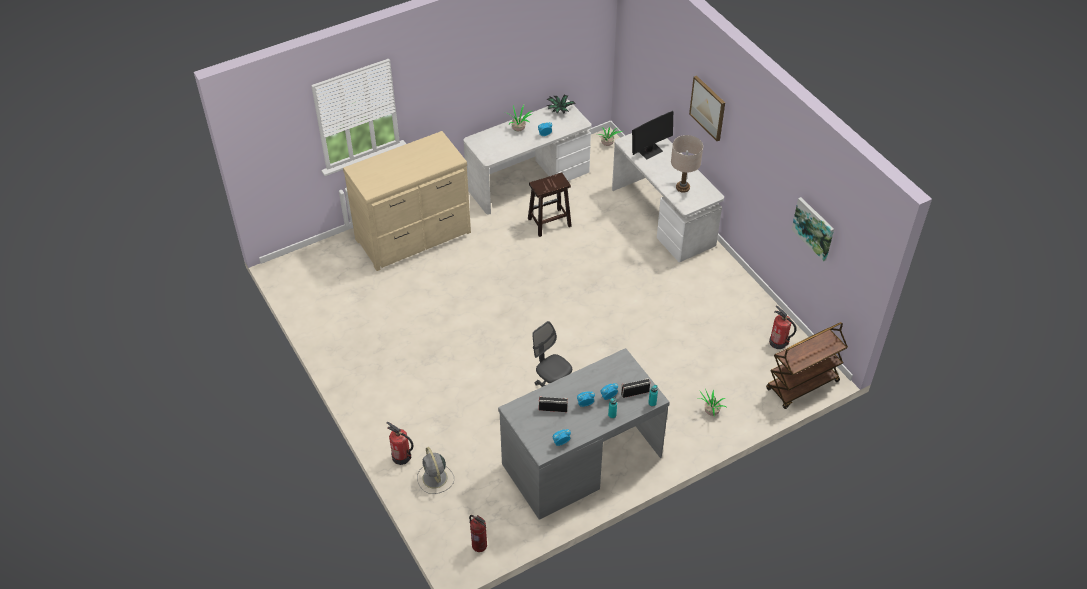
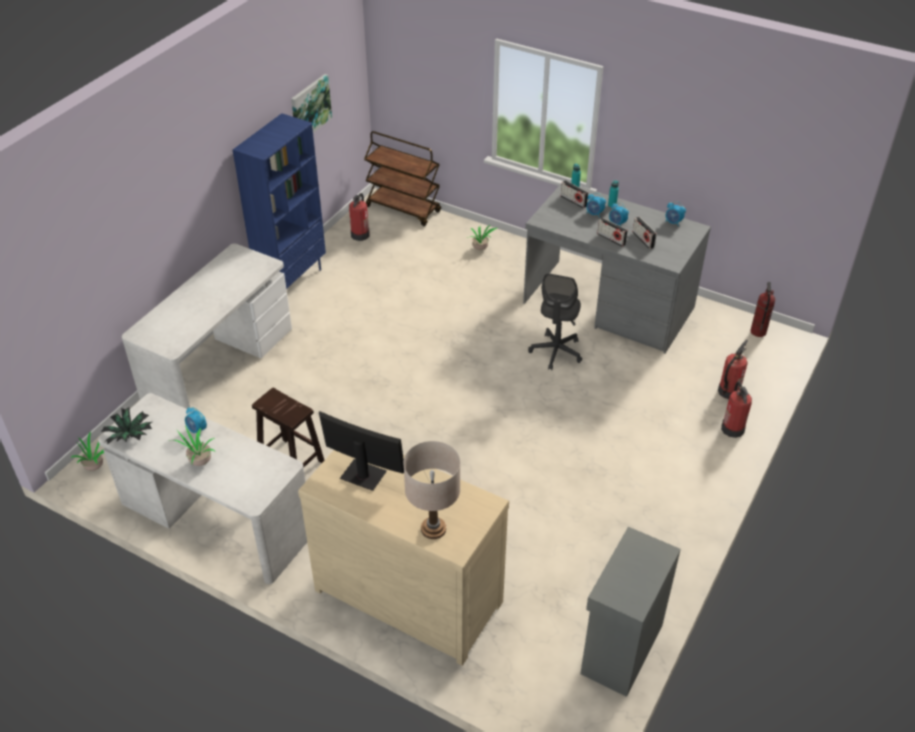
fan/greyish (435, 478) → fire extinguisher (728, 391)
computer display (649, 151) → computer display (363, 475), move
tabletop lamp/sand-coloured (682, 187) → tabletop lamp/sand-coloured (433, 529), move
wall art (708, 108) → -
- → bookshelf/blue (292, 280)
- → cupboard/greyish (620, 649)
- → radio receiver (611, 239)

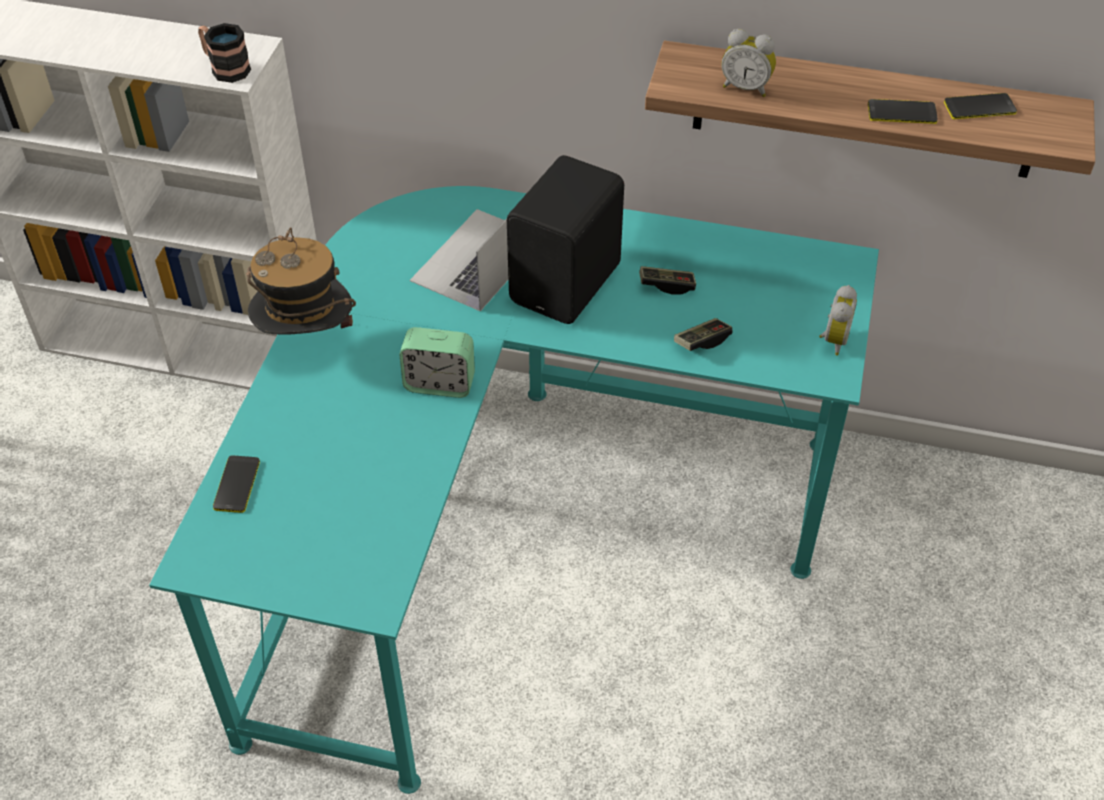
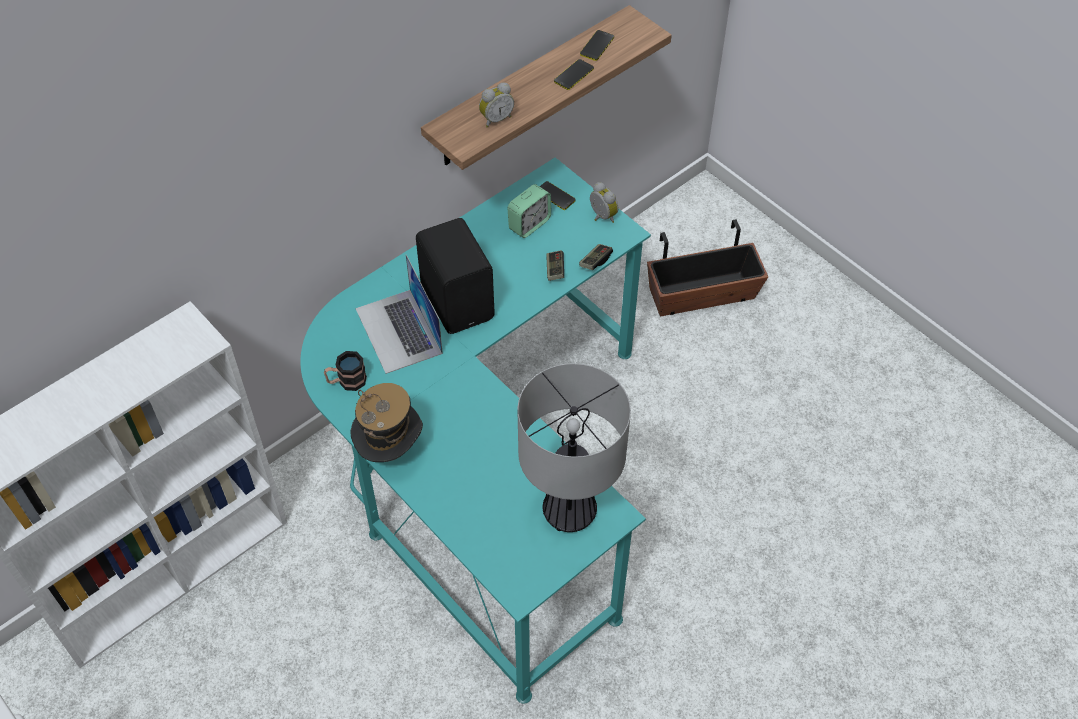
tea mug (225, 68) → tea mug (346, 381), move
handset (237, 484) → handset (555, 196), move
bedside clock (439, 383) → bedside clock (529, 224), move
game controller (667, 285) → game controller (595, 261), move
- → tabletop lamp (569, 513)
- → planter (702, 295)

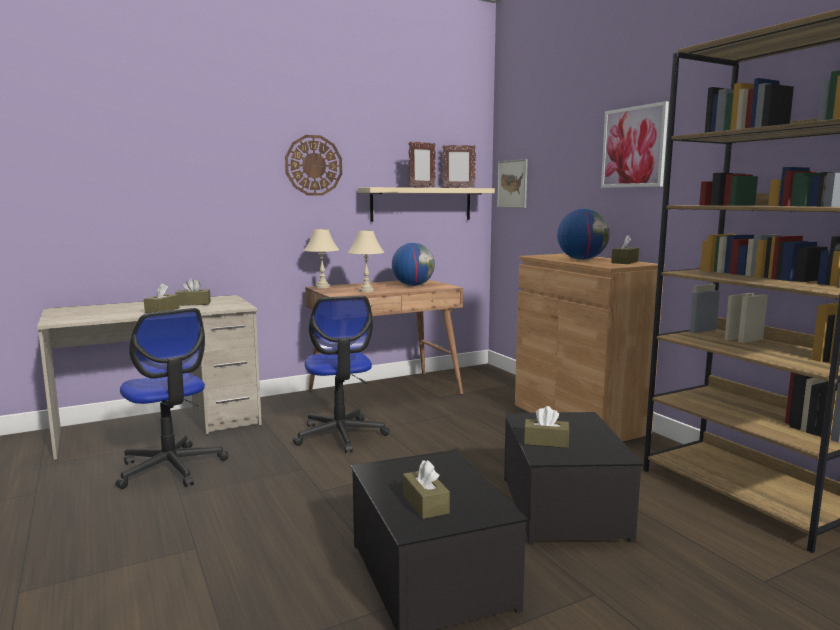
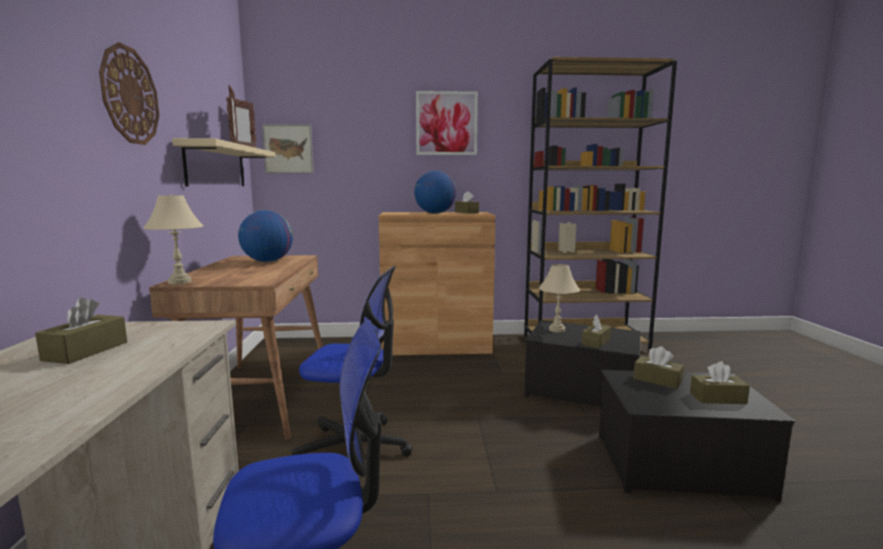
box of tissues/brown (162, 310) → box of tissues/brown (657, 380), move
tabletop lamp/sand-coloured (367, 291) → tabletop lamp/sand-coloured (557, 330), move

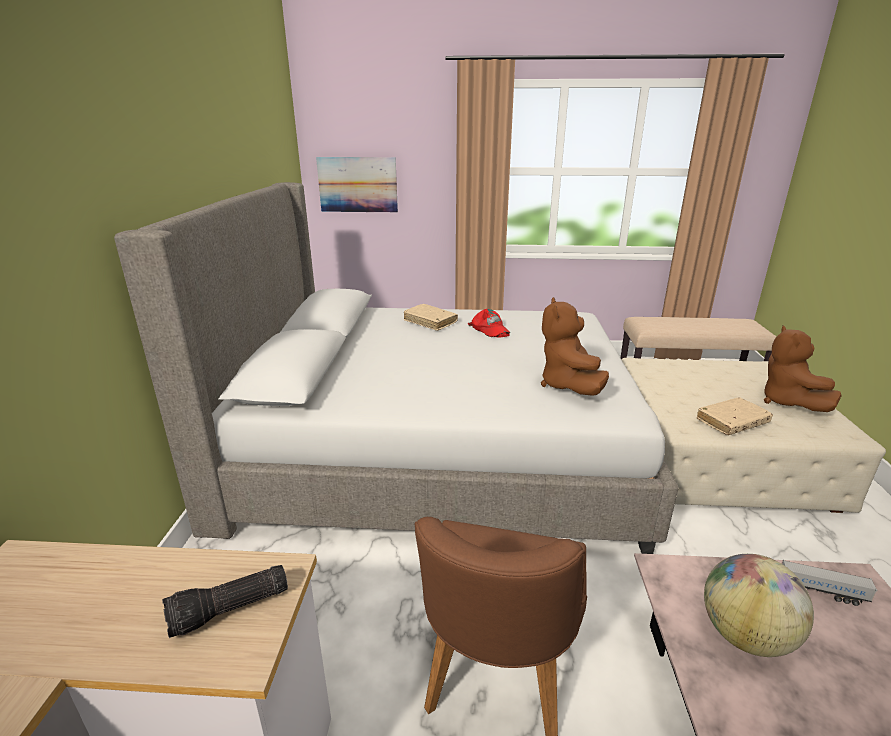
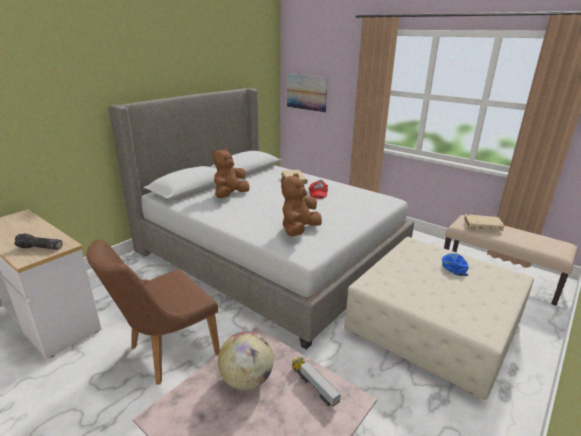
book/sand-coloured (732, 422) → book/sand-coloured (482, 226), move
plush toy/brown (787, 402) → plush toy/brown (230, 195), move
- → cap/blue (454, 266)

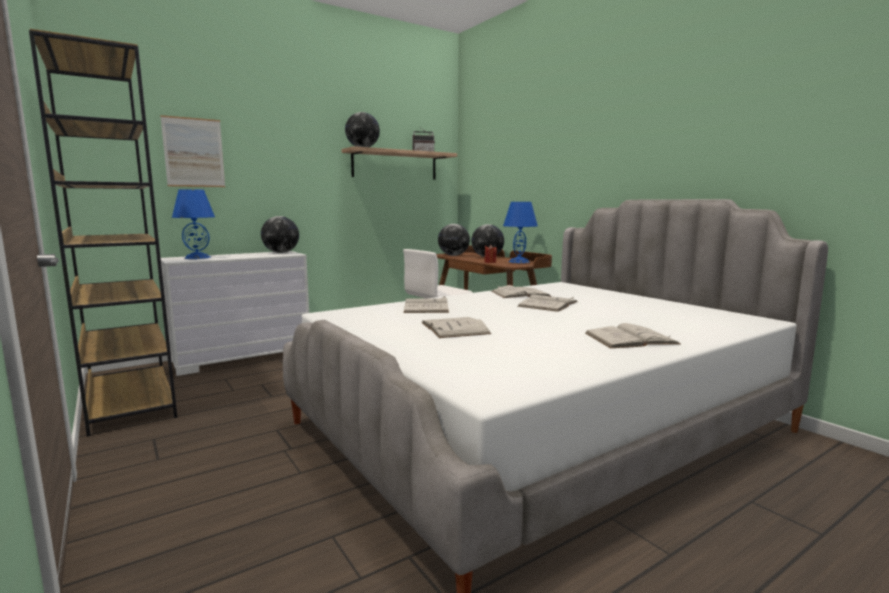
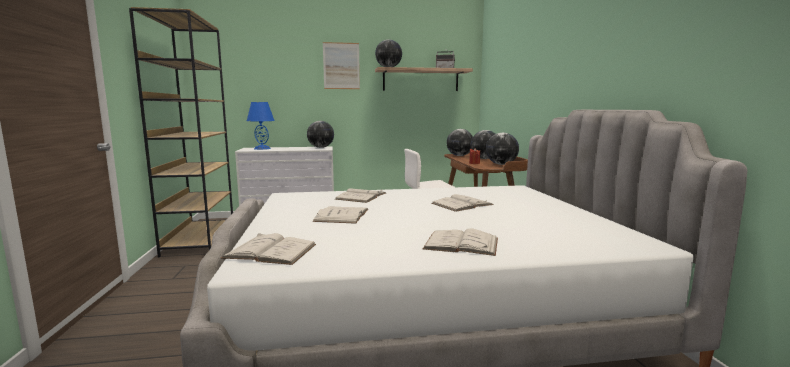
wall art (194, 152) → wall art (341, 66), move
book/white (520, 294) → book/white (270, 251), move
tabletop lamp/blue (519, 262) → globe (501, 164)

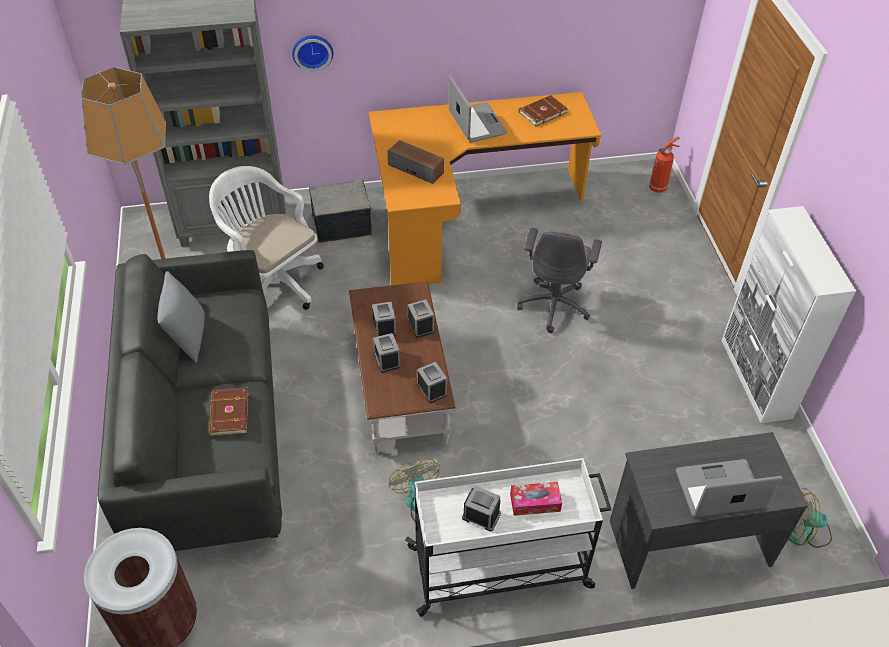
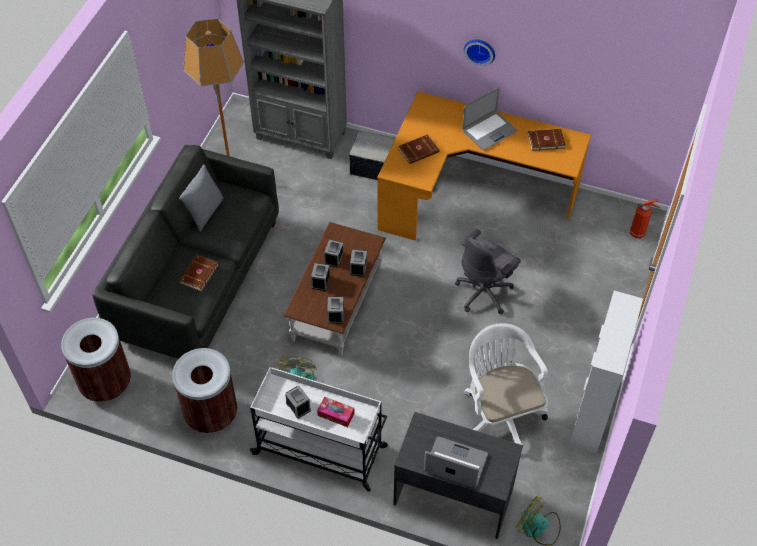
desk chair/white (272, 280) → desk chair/white (500, 412), move
clock on the wall (312, 51) → clock on the wall (480, 50), move
speaker (416, 168) → book/brown (419, 151)
laptop (476, 123) → laptop (489, 131), 45 degrees clockwise
- → trash can/brown (211, 414)

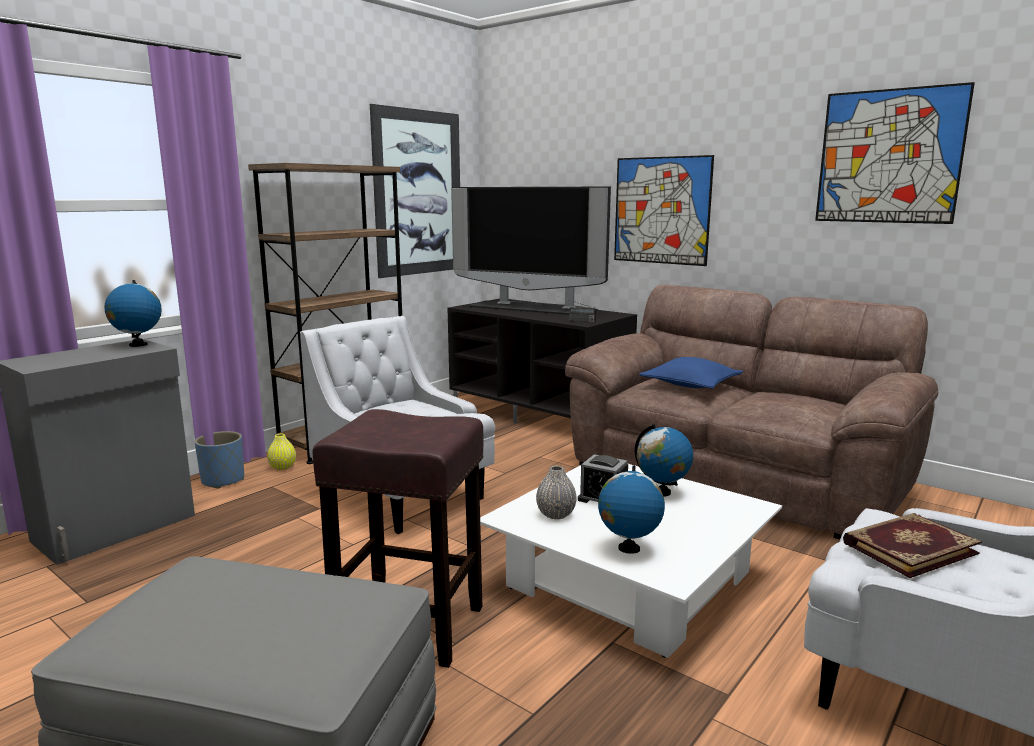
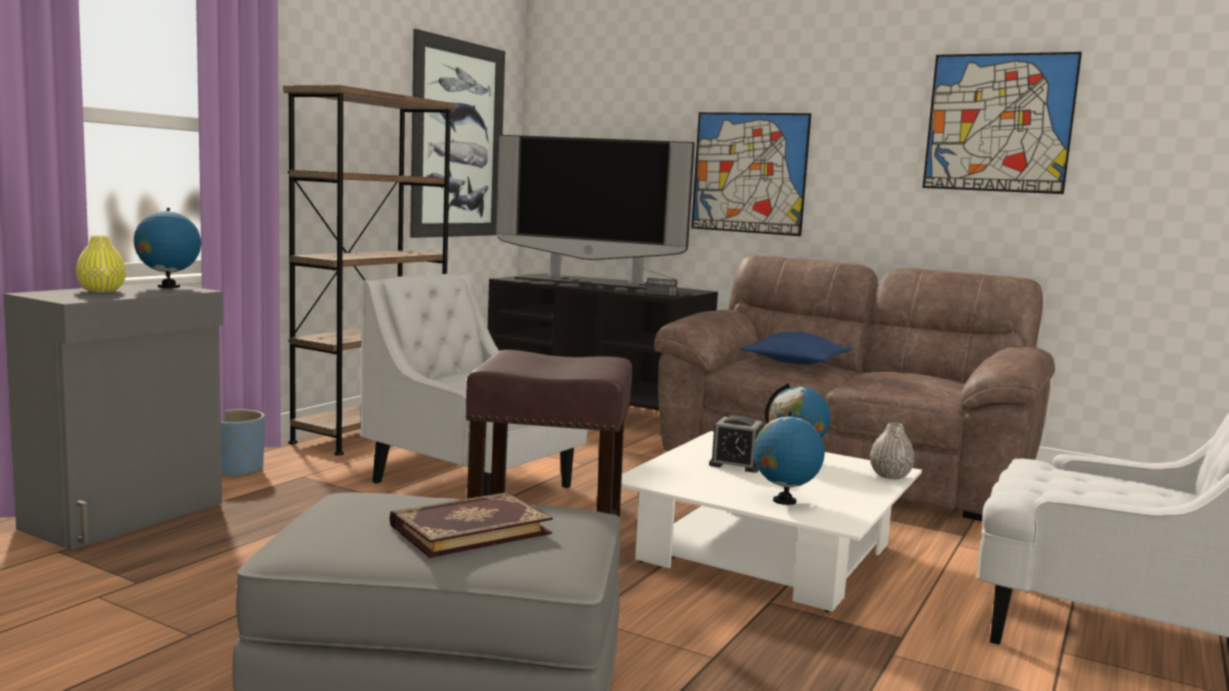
vase/yellowish (282, 467) → vase/yellowish (102, 291), move
vase/greyish (556, 514) → vase/greyish (890, 476), move
book (908, 547) → book (469, 529), move

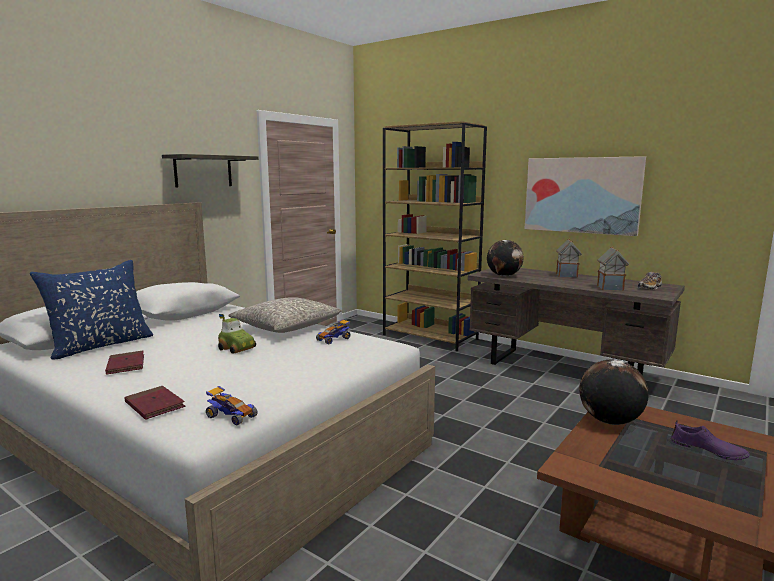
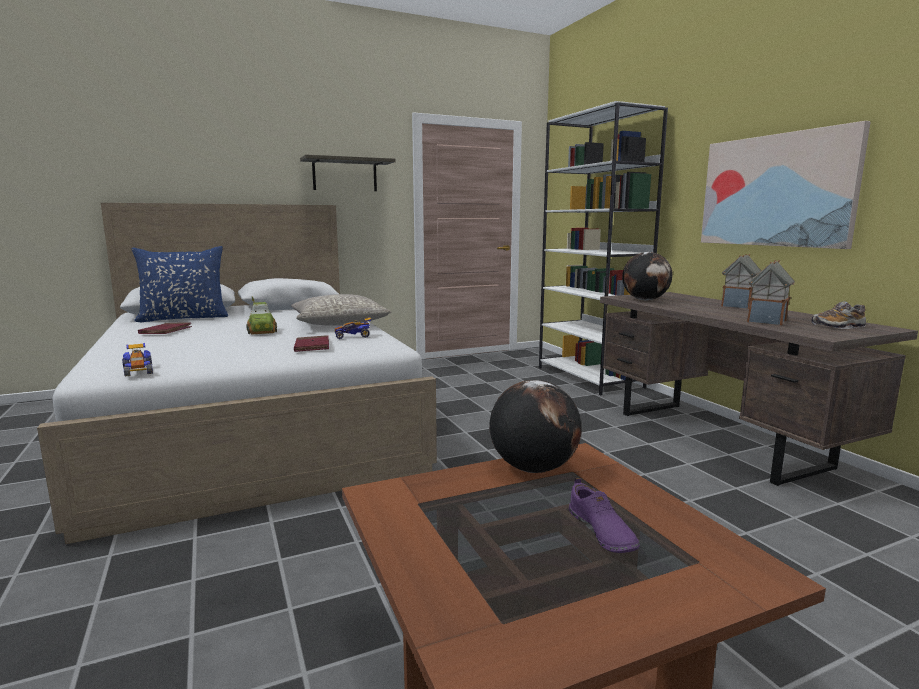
book/reddish (154, 405) → book/reddish (312, 347), move
bookshelf/brown (430, 337) → bookshelf/white (590, 377)

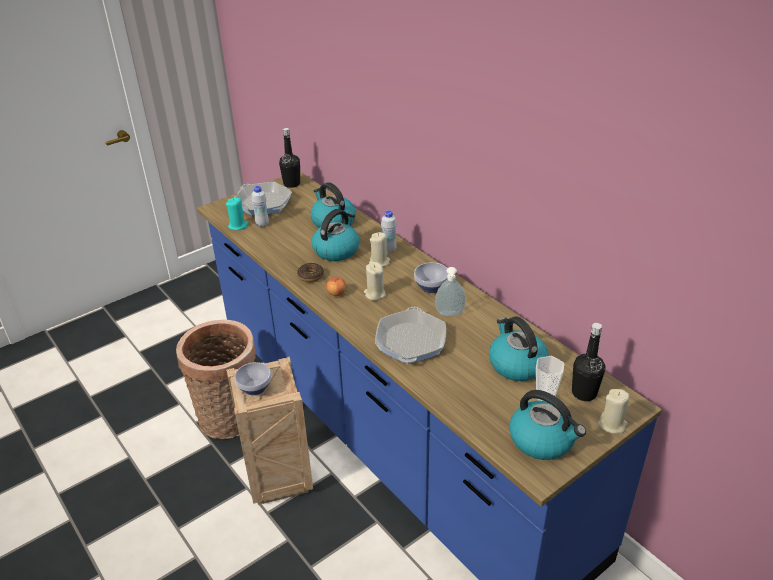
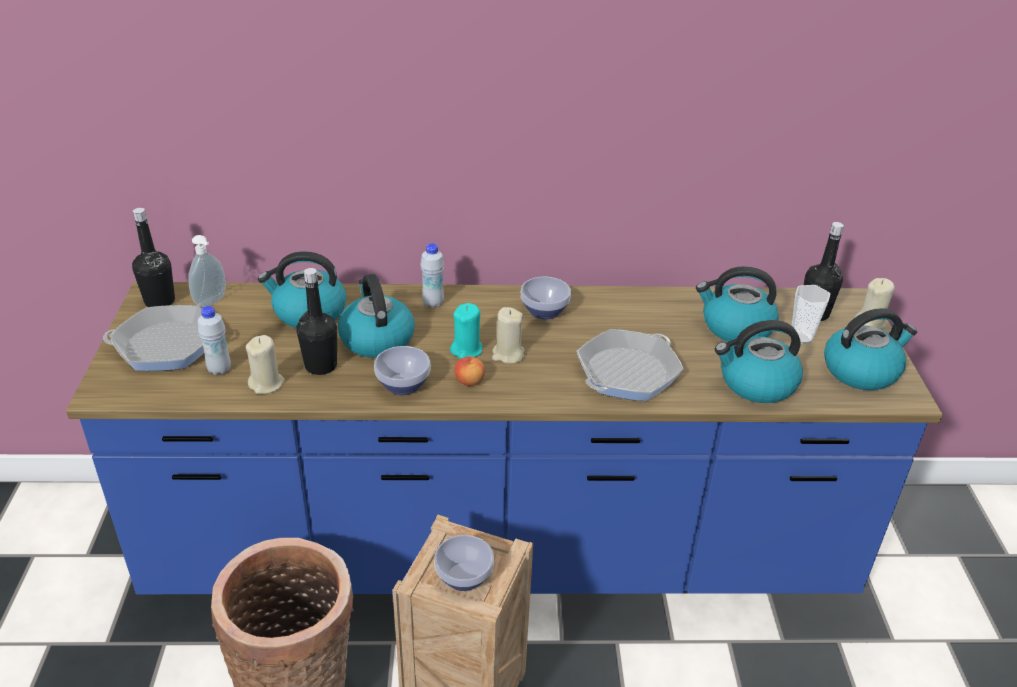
candle/turquoise (238, 226) → candle/turquoise (467, 350), move
doughnut (310, 276) → deep dish (404, 384)
candle/sand-coloured (379, 262) → candle/sand-coloured (267, 384), move
pan (411, 341) → pan (627, 372), 90 degrees counterclockwise
soap bottle (450, 314) → soap bottle (212, 302), move
- → bottle/black (321, 366)
- → kettle (756, 384)

